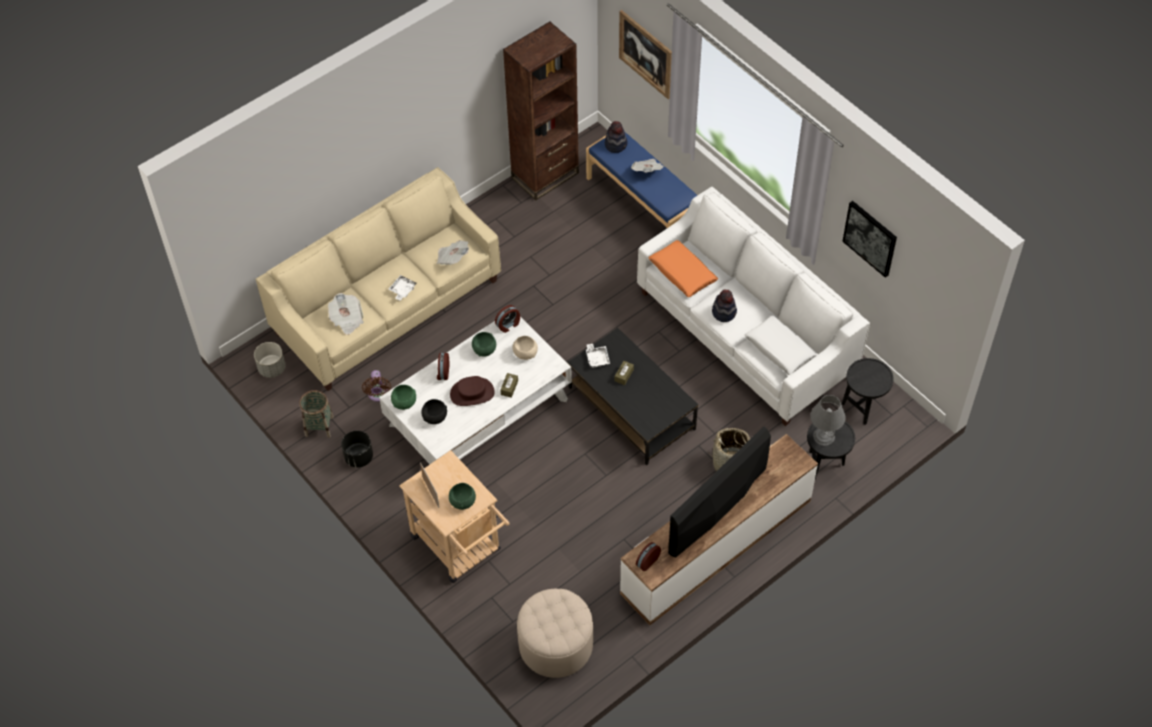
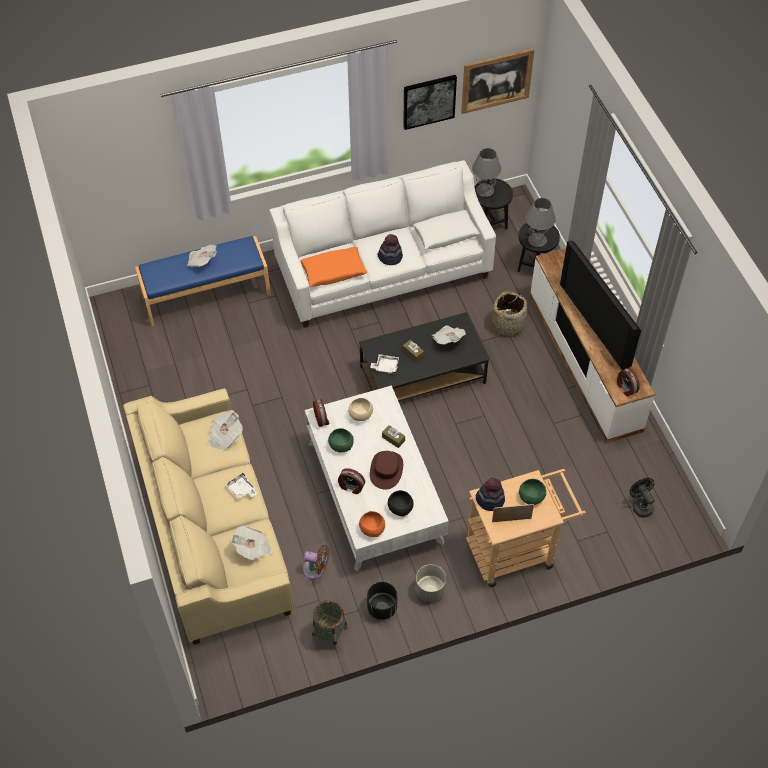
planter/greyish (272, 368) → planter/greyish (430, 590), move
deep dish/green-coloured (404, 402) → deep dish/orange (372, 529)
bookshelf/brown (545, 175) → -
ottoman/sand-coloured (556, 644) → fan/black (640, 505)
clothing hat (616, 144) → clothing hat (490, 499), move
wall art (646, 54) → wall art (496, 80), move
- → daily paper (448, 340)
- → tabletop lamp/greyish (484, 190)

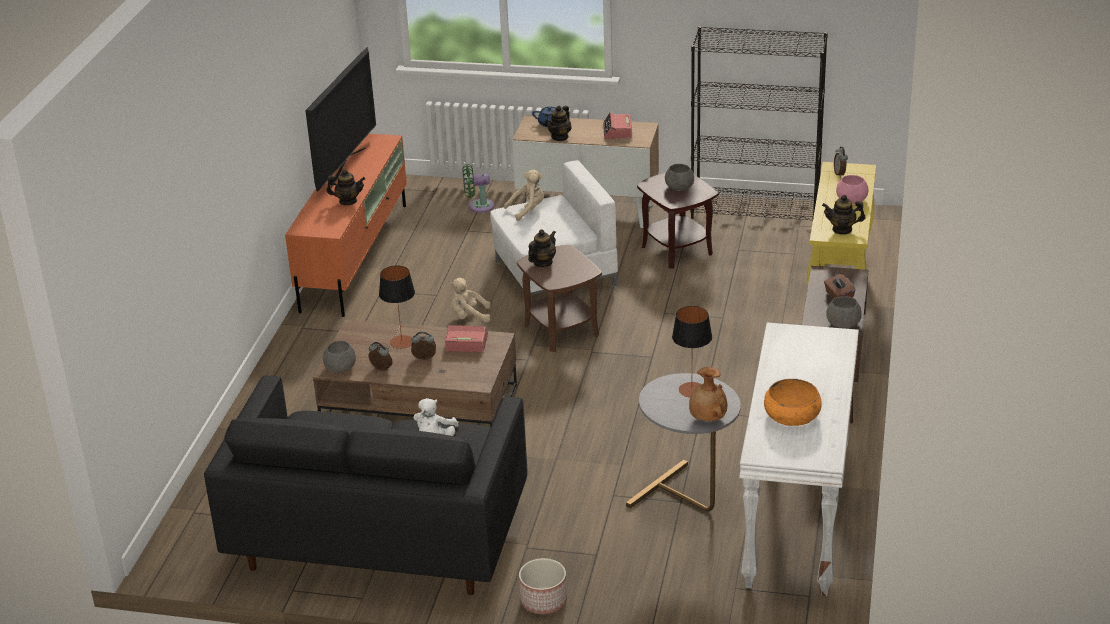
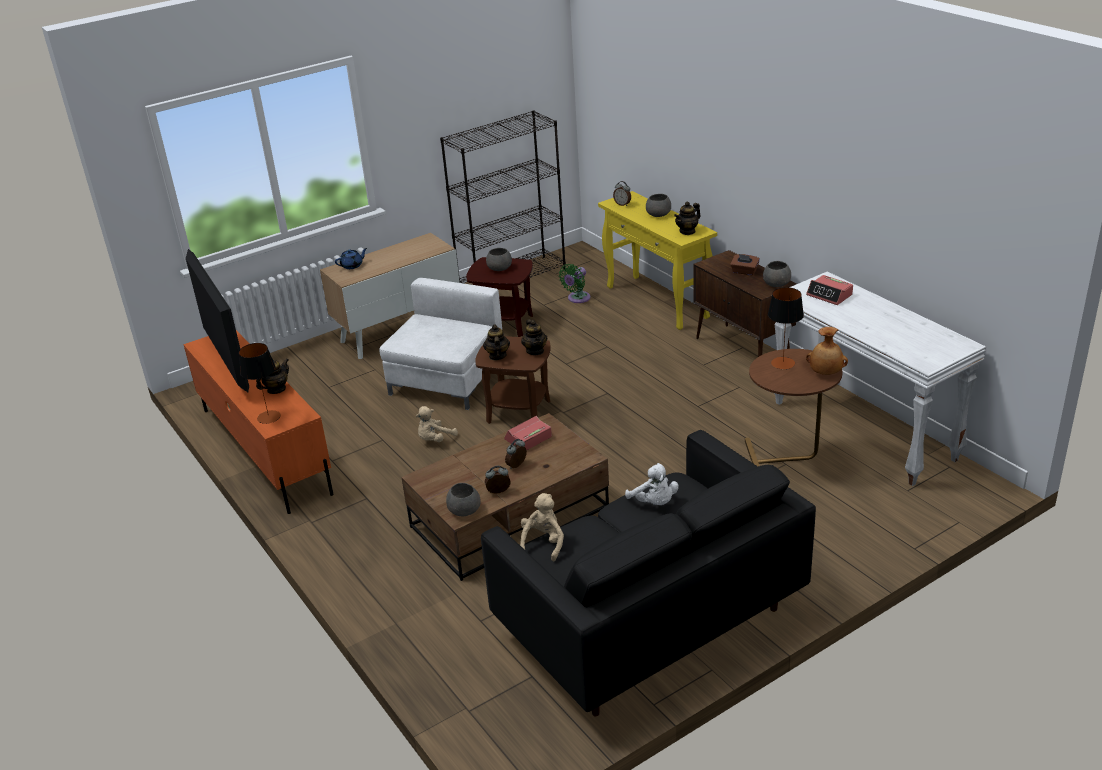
tabletop lamp (401, 342) → tabletop lamp (268, 417), move
fan/green-coloured (478, 206) → fan/green-coloured (577, 299), move
plush toy/sand-coloured (528, 210) → plush toy/sand-coloured (543, 543), move
planter (543, 601) → -
tea pot (560, 137) → tea pot (535, 351), move
bedside clock (617, 131) → bedside clock (829, 295), move
end table/greyish (687, 501) → end table/brown (788, 461)
deep dish/orange (792, 415) → -
deep dish/pink-coloured (852, 200) → deep dish/greyish (659, 214)

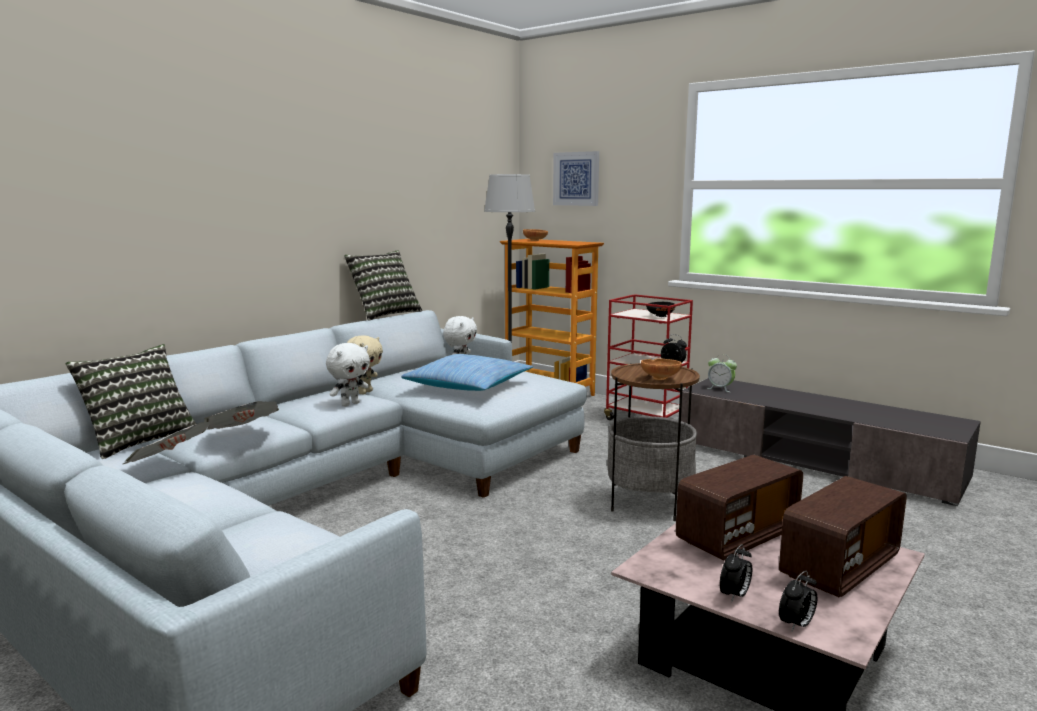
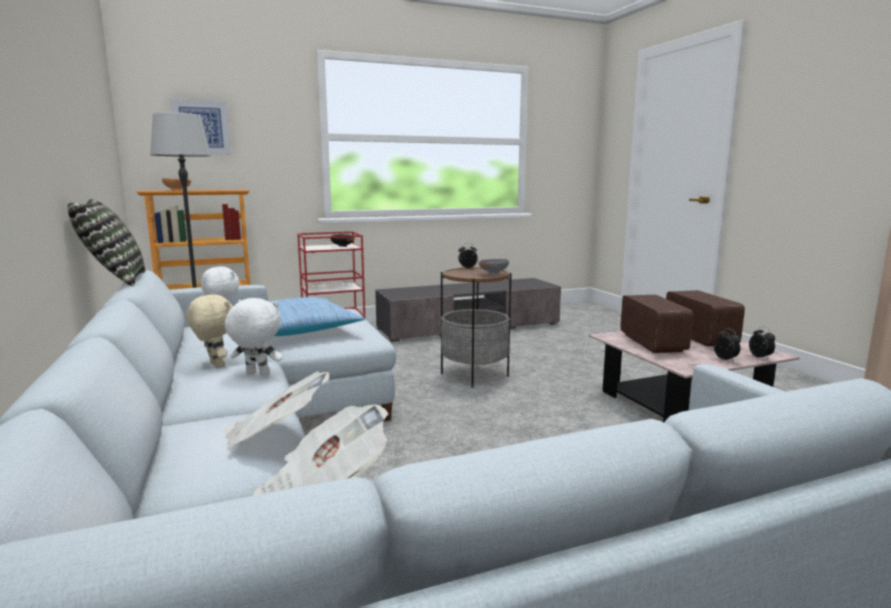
pillow (139, 440) → -
plush toy/white (350, 404) → plush toy/white (256, 374), 60 degrees counterclockwise
deep dish/brown (660, 378) → deep dish/greyish (493, 273)
bedside clock (720, 389) → -

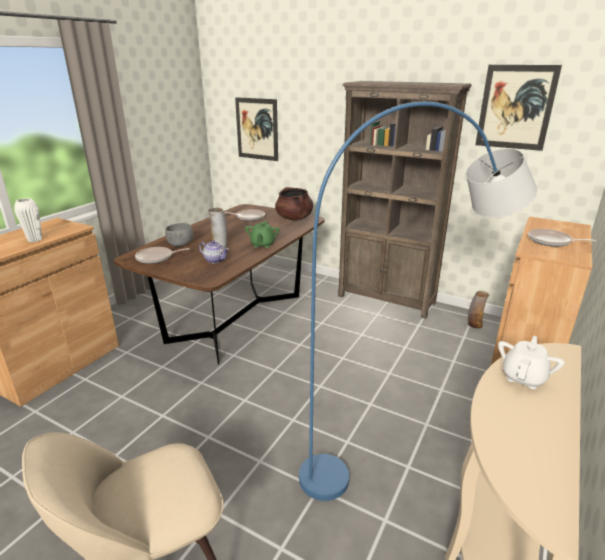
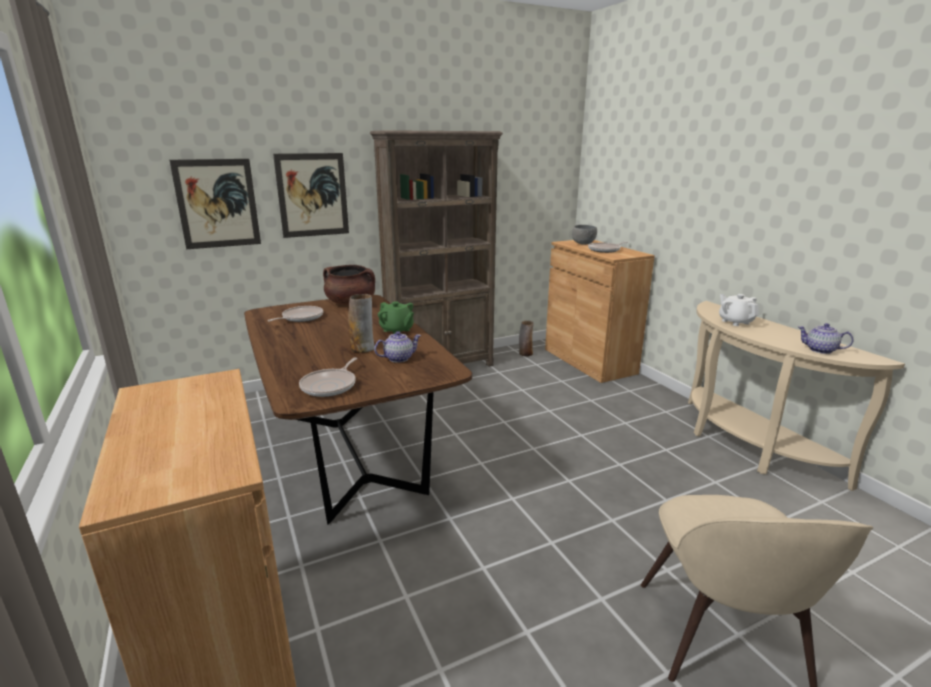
vase/white (35, 240) → -
deep dish/greyish (180, 245) → deep dish/greyish (584, 244), move
standing lamp/blue (400, 446) → -
wall art (515, 107) → wall art (312, 195), move
- → tea pot (820, 350)

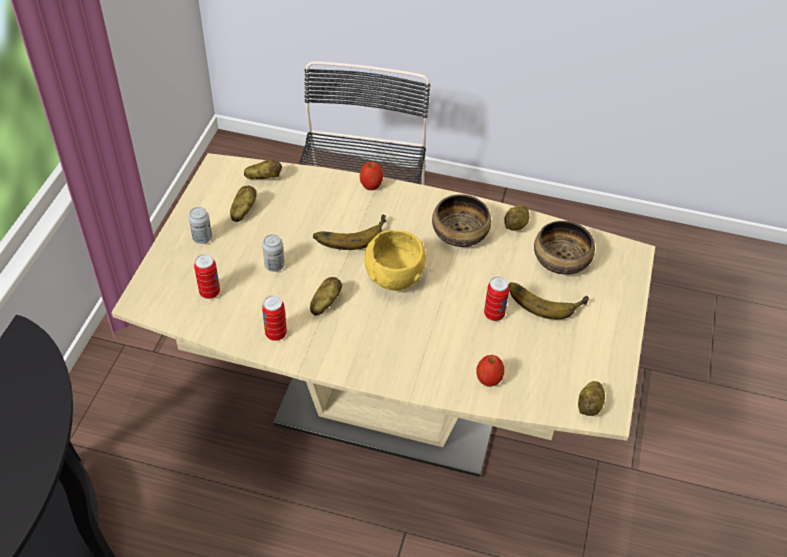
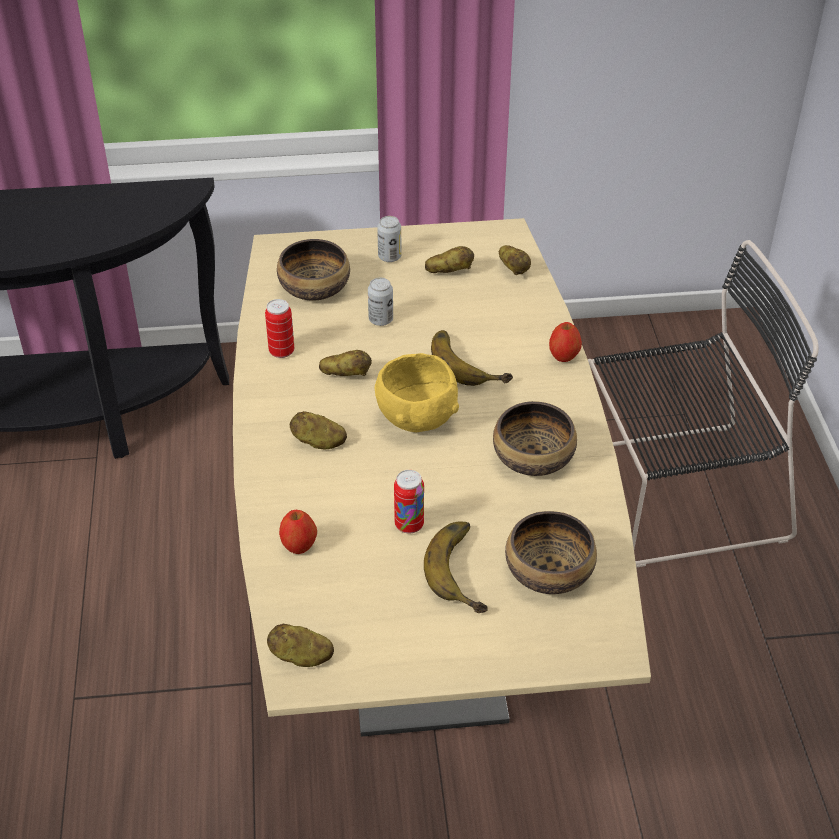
can (209, 292) → deep dish (314, 287)
whole potato (516, 225) → whole potato (318, 442), move

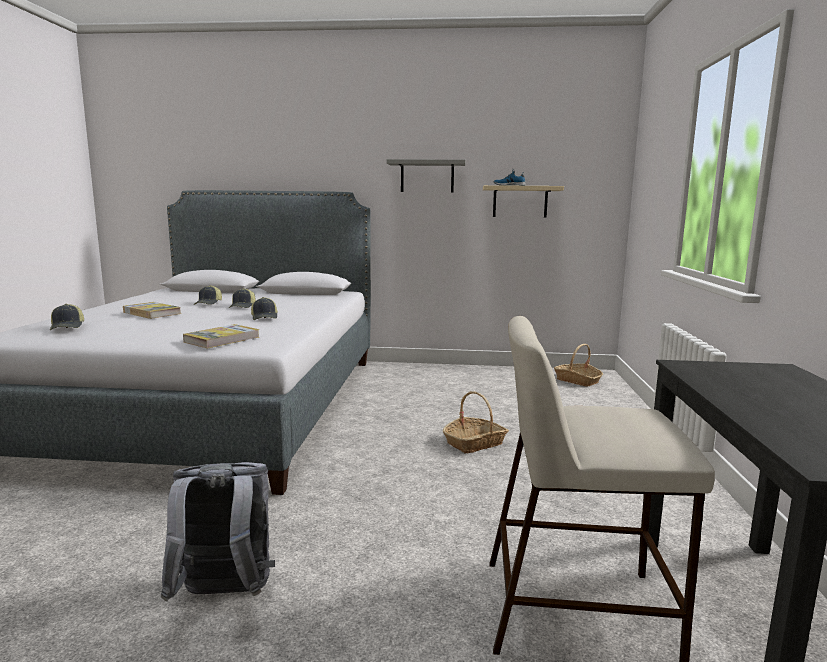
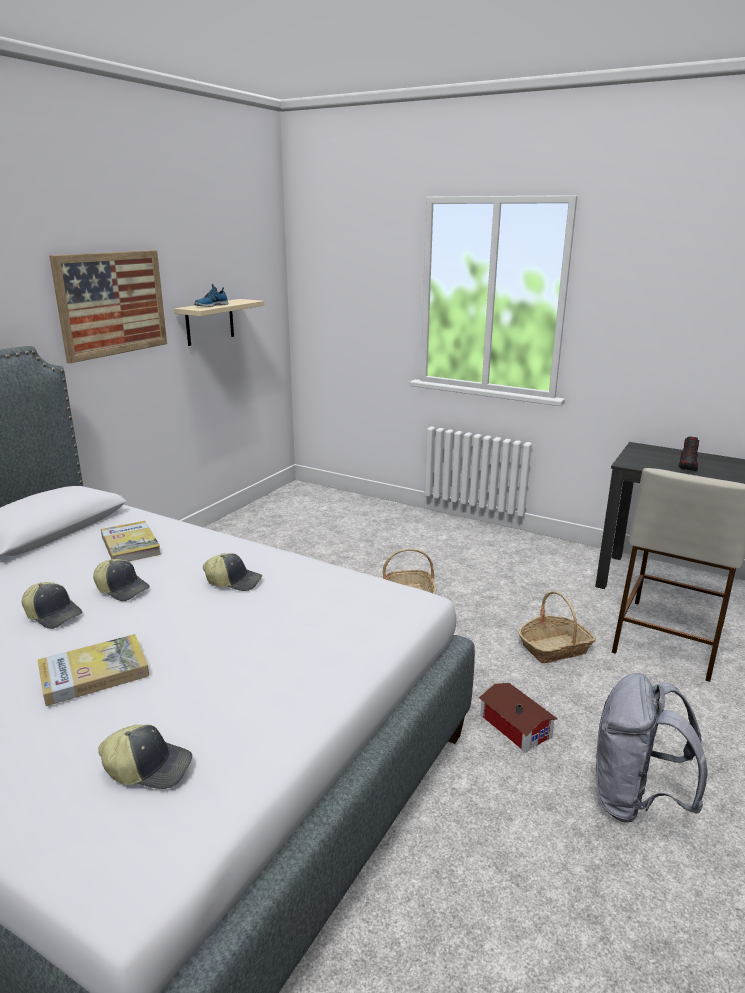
book (222, 339) → book (130, 545), move
shelf/greyish (427, 176) → wall art (112, 303)
household basket (577, 380) → household basket (555, 648), move
- → model house (515, 724)
- → low shoe (688, 465)

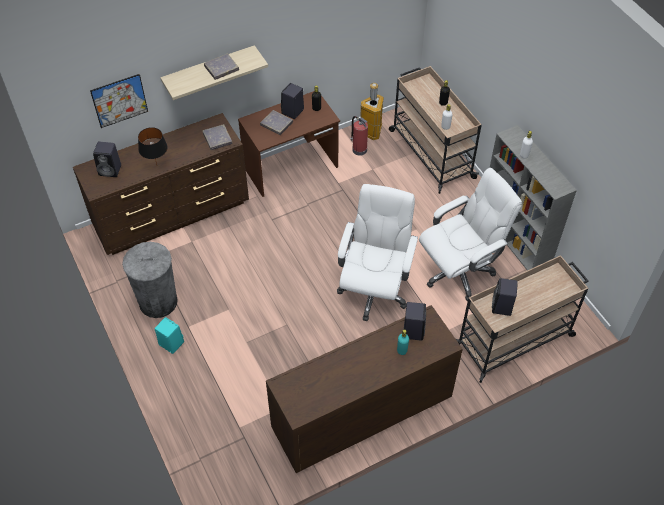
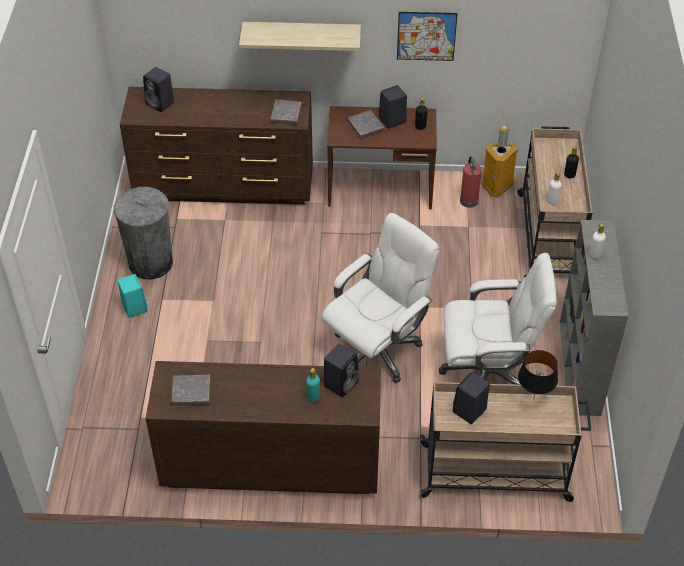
wall art (119, 100) → wall art (426, 36), move
tabletop lamp/black (157, 166) → tabletop lamp/black (534, 399), move
book/greyish (221, 68) → book/greyish (191, 392), move

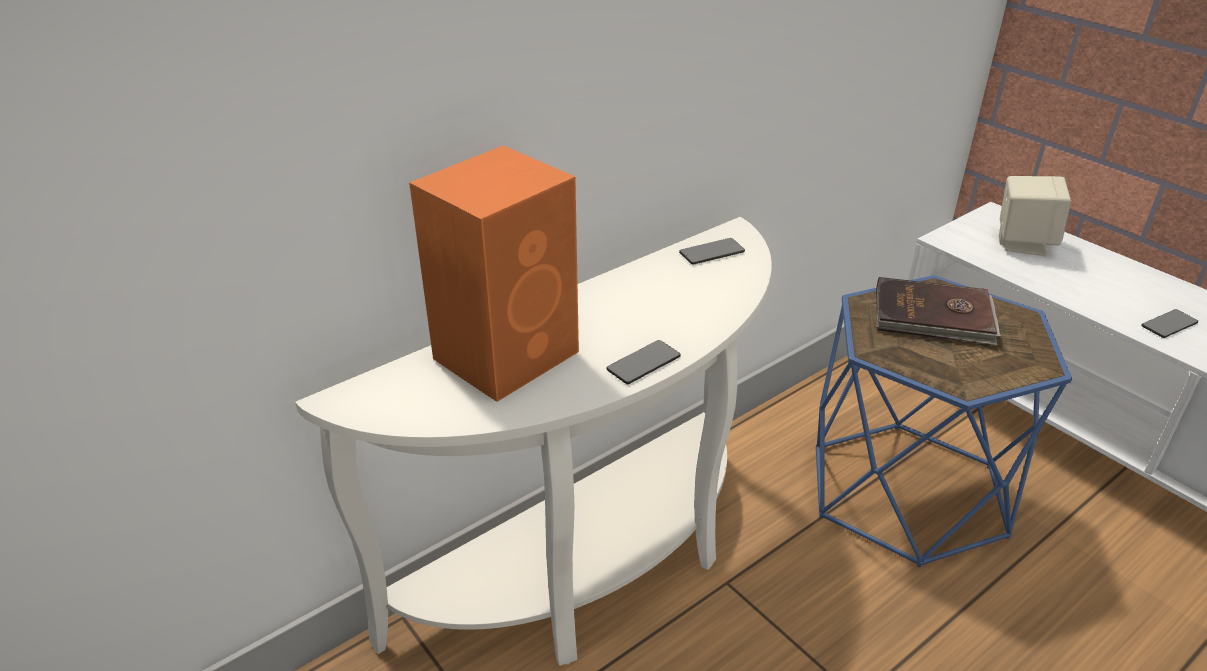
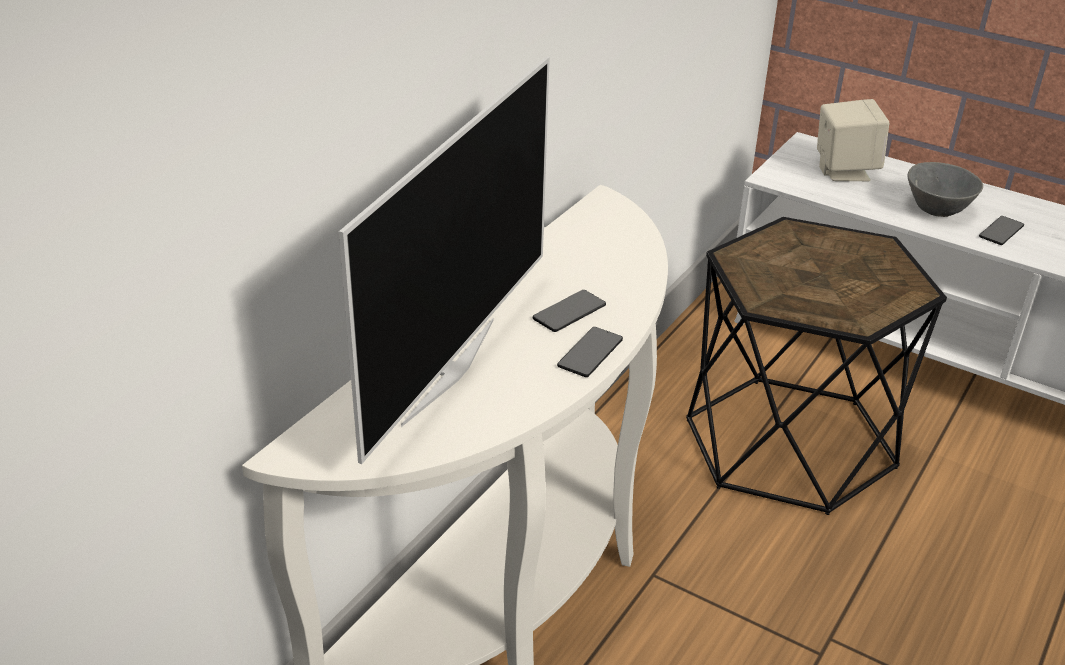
speaker/orange (509, 354) → TV (446, 369)
handset (712, 252) → handset (569, 312), move
end table/blue (907, 492) → end table/black (790, 444)
book/brown (933, 317) → -
- → deep dish/greyish (936, 210)

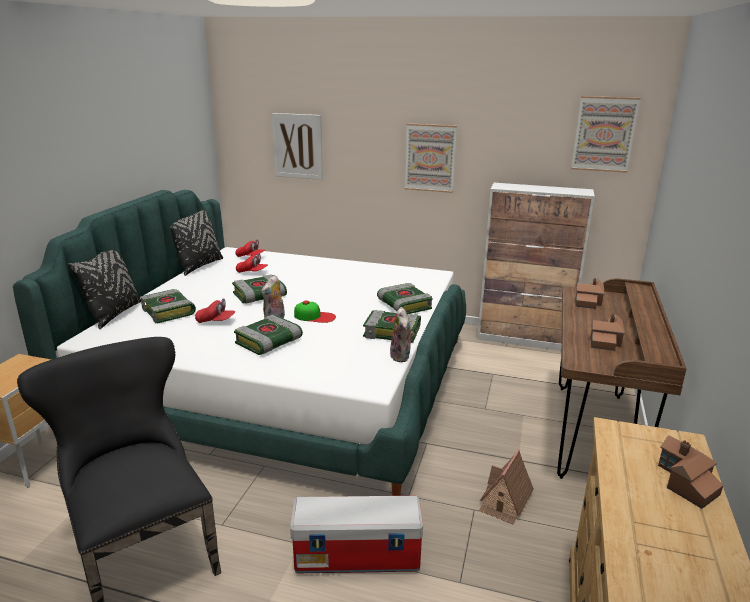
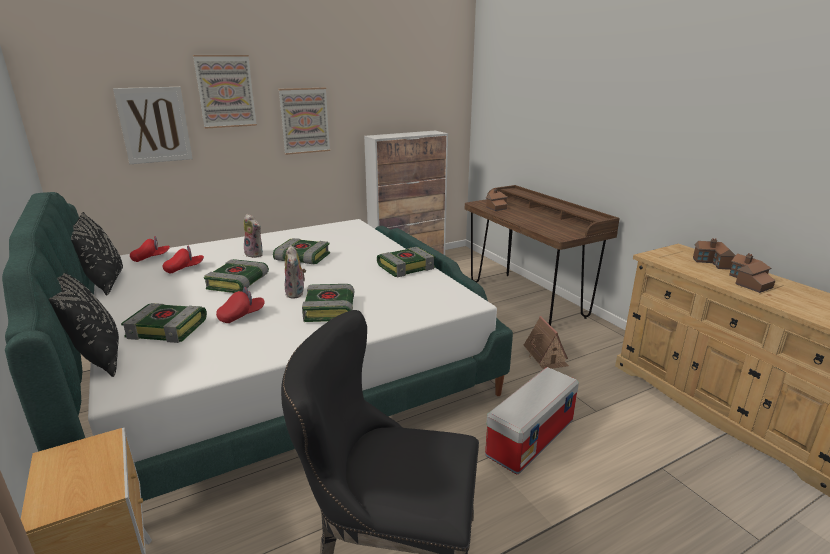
cap (315, 316) → -
book (403, 305) → book (301, 258), move
plush toy (402, 356) → plush toy (255, 254), move
wall art (604, 134) → wall art (226, 91), move
model house (605, 341) → model house (748, 282), move

